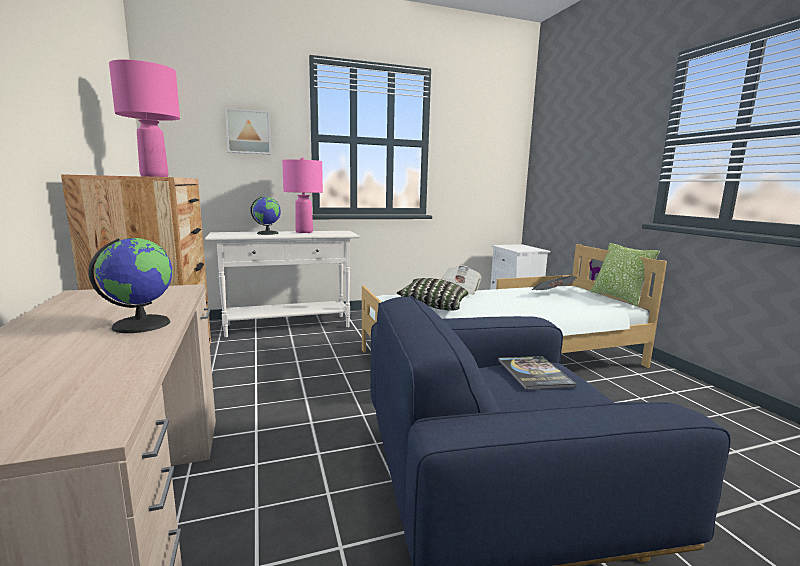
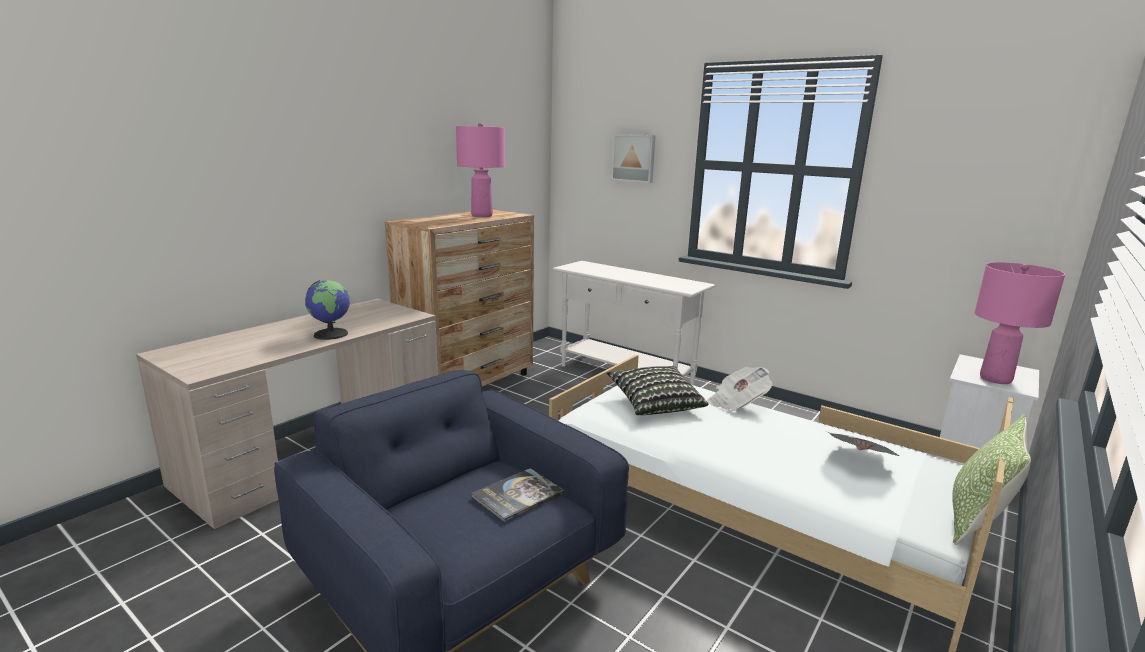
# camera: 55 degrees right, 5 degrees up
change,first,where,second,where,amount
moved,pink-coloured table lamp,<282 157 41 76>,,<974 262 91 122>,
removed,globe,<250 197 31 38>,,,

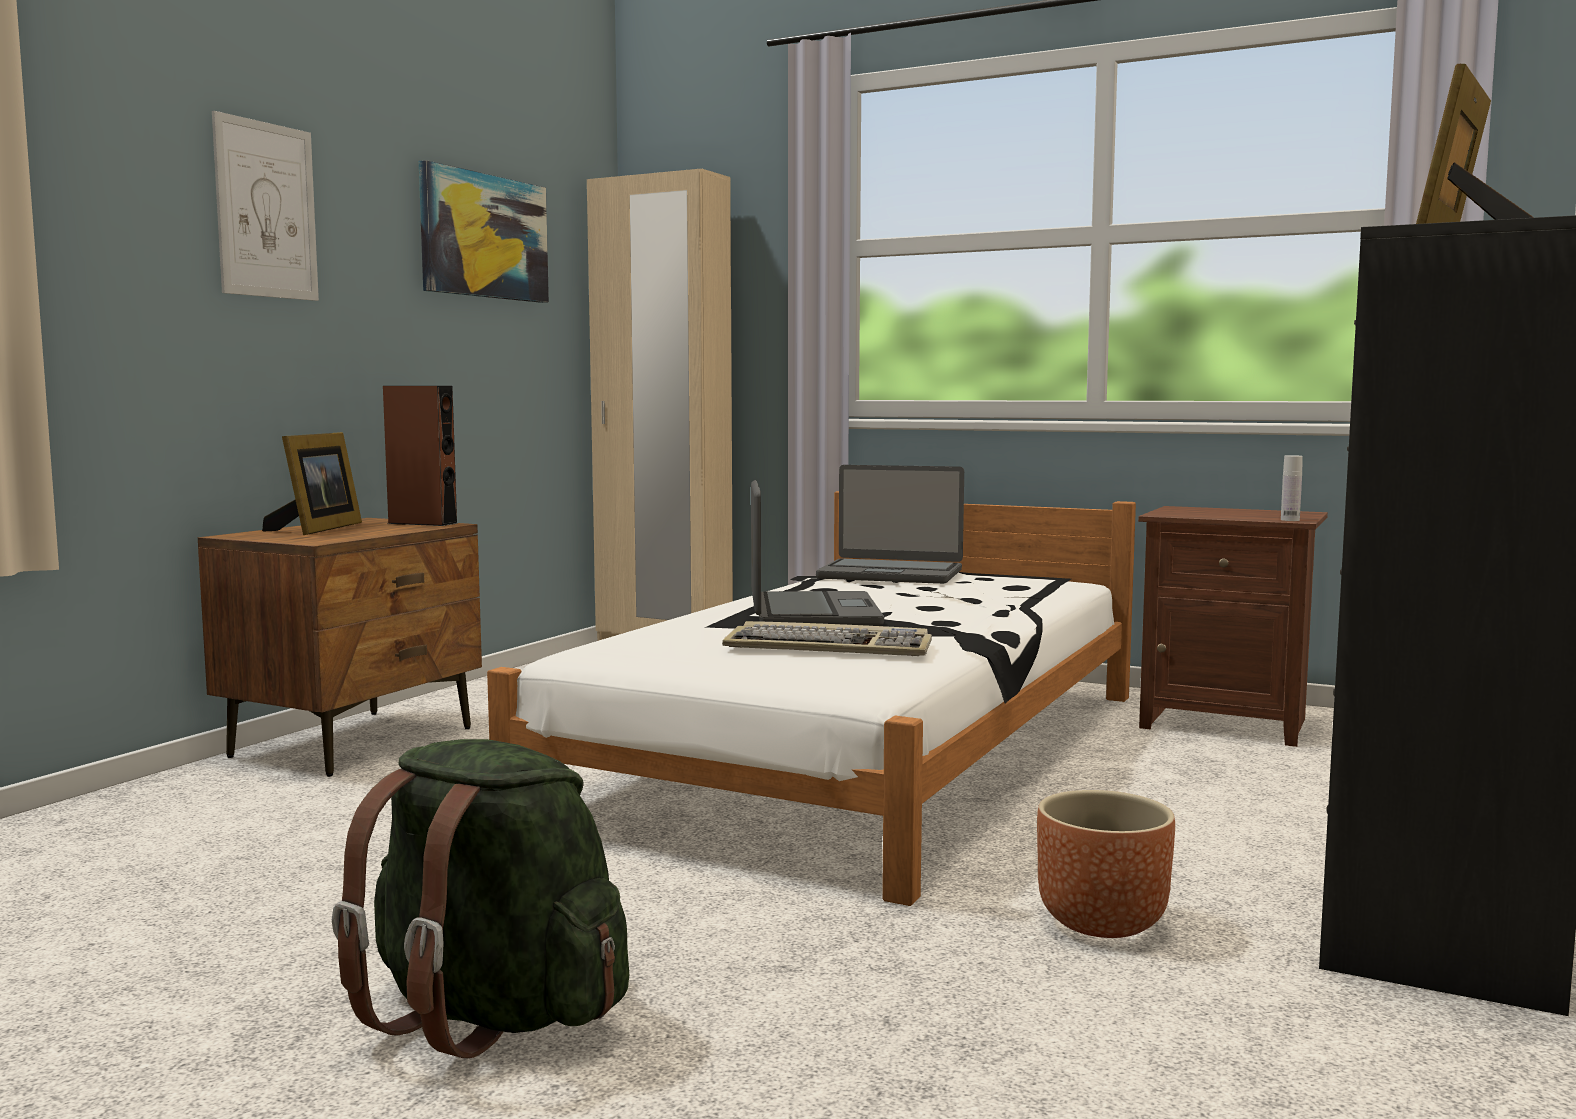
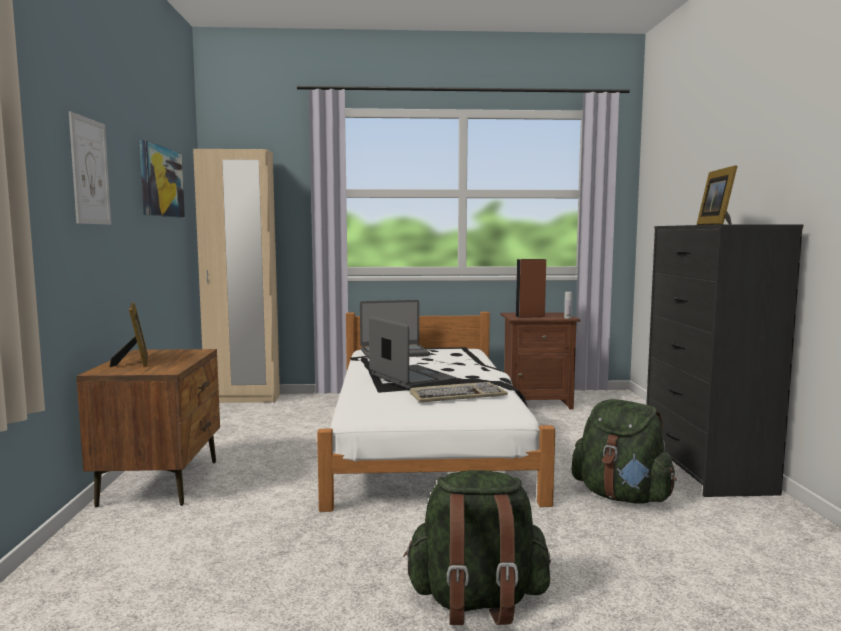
# camera: 30 degrees left, 0 degrees up
change,first,where,second,where,amount
moved,brown-coloured audio speaker,<383 386 76 140>,,<516 259 30 59>,
replaced,brown-coloured plant pot,<1037 790 138 148>,green-coloured rucksack,<572 399 104 105>,

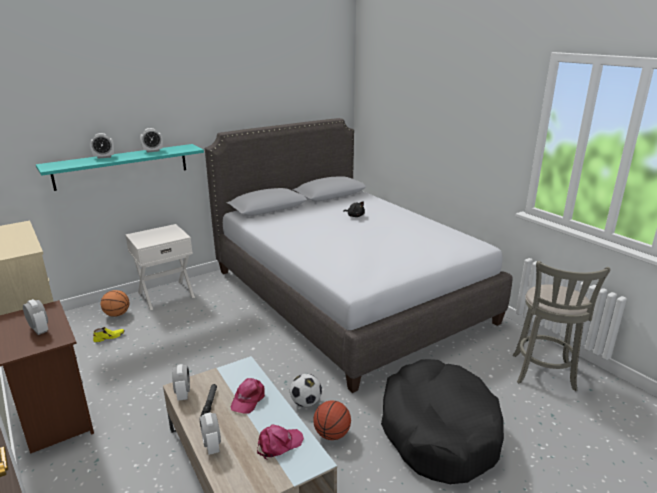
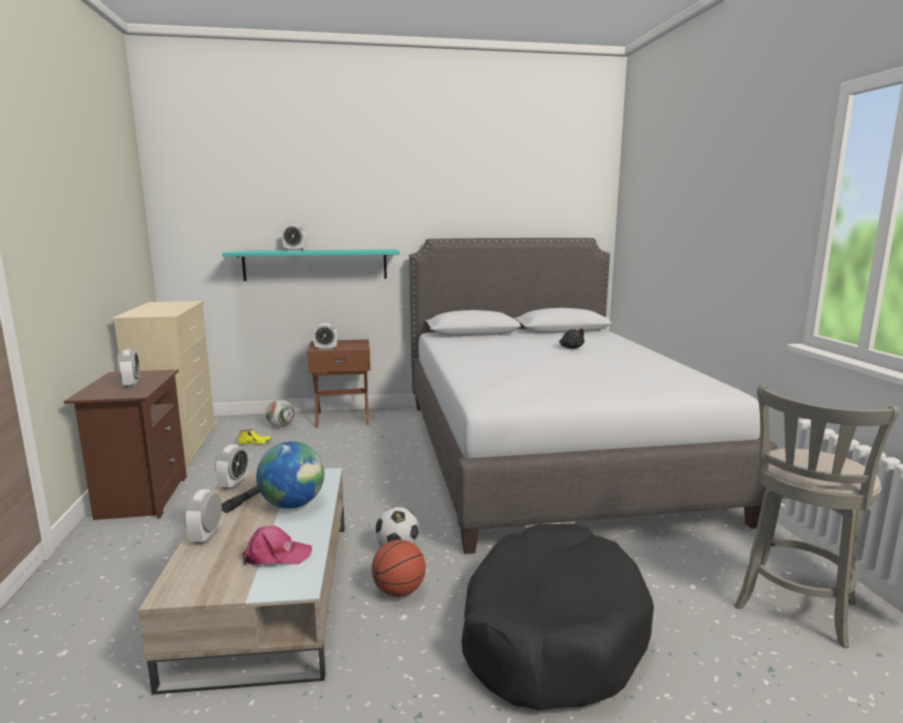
# camera: 25 degrees right, 10 degrees down
change,first,where,second,where,amount
moved,table clock,<140 128 23 25>,,<313 323 25 27>,
recoloured,white night table,<125 224 70 86>,brown-coloured night table,<307 339 64 89>,
replaced,ball for basketball,<101 290 29 27>,football ball,<266 399 28 28>,
replaced,pink-coloured cap,<231 378 34 36>,globe,<256 441 68 68>,

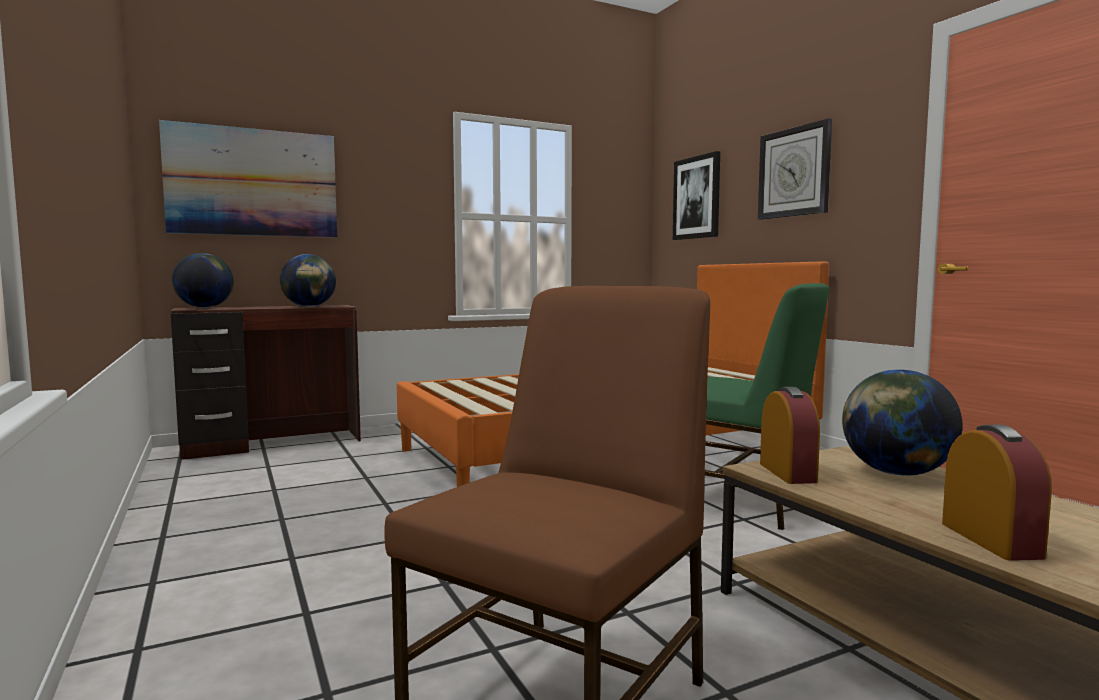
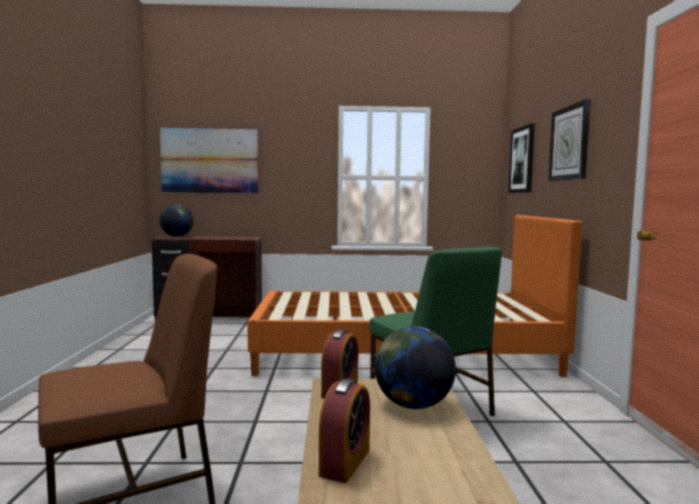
# camera: 25 degrees right, 0 degrees up
change,first,where,second,where,amount
removed,globe,<280 254 56 53>,,,

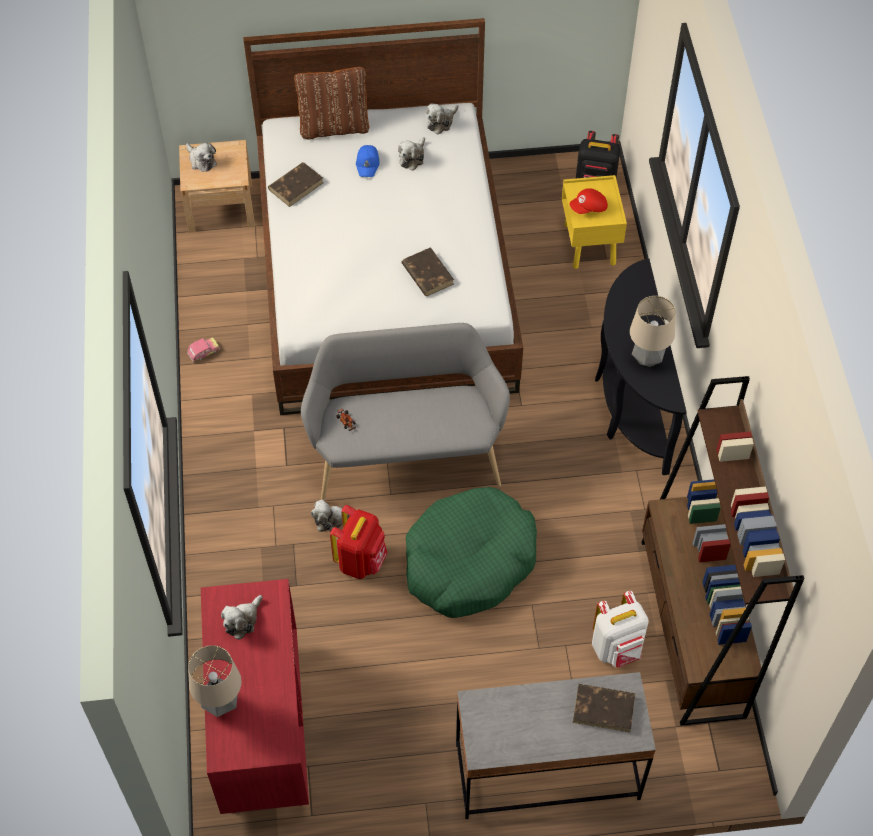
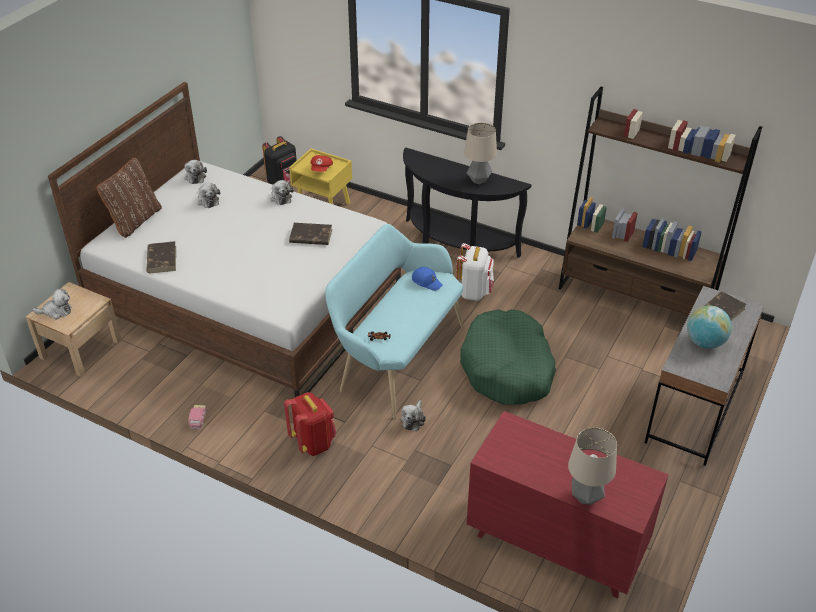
# camera: 55 degrees left, 15 degrees down
change,first,where,second,where,amount
moved,blue-coloured cap,<356 145 24 32>,,<412 267 31 24>,
recoloured,gray bench,<301 323 209 178>,turquoise bench,<325 224 139 195>,
moved,reddish rucksack,<330 505 57 74>,,<284 392 52 64>,
moved,white rucksack,<592 591 57 76>,,<456 243 38 58>,
moved,plush toy,<221 595 41 45>,,<270 180 24 25>,
added,,,globe,<687 305 45 44>,

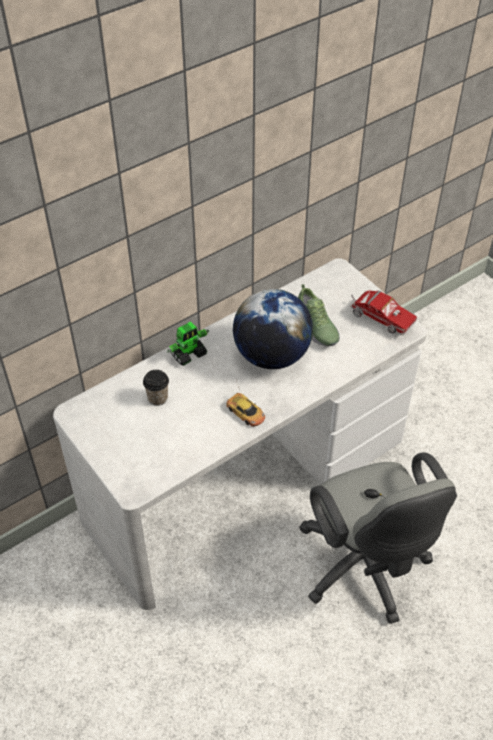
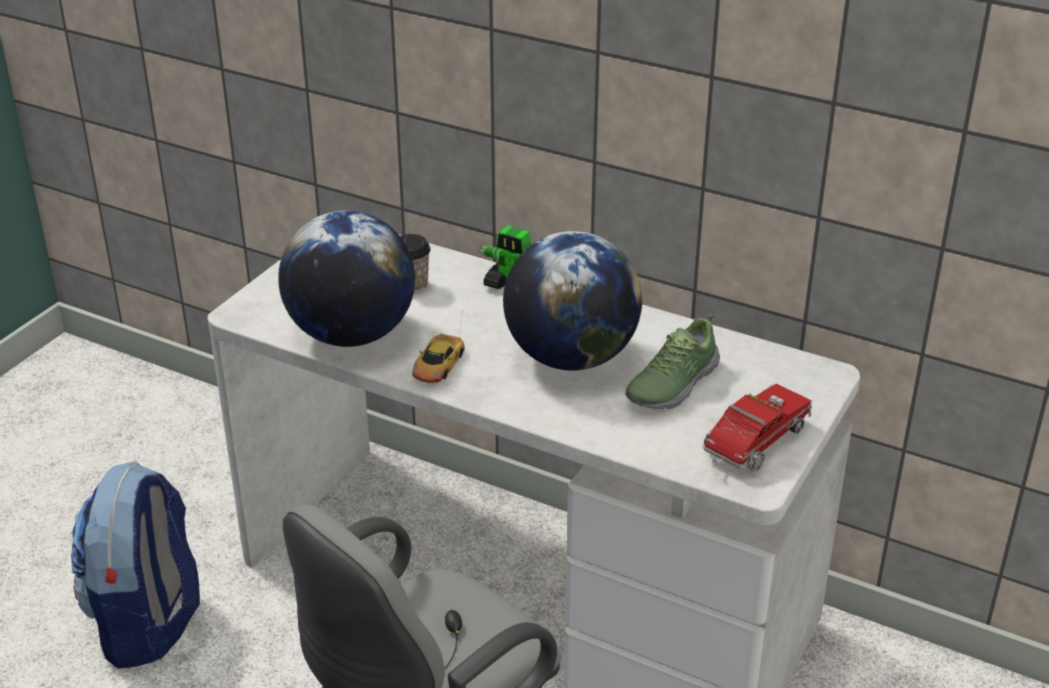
# camera: 65 degrees right, 15 degrees down
change,first,where,second,where,amount
turned,model truck,<350 290 67 45>,,<702 384 110 87>,150 degrees counterclockwise
added,,,globe,<278 210 137 137>,
added,,,rucksack,<71 461 129 208>,

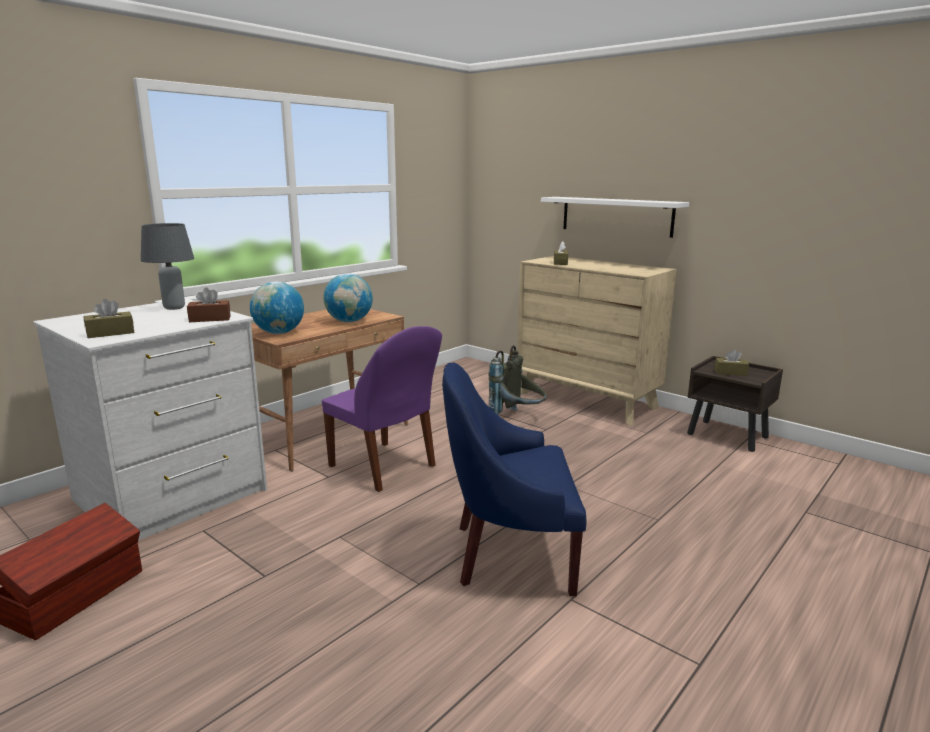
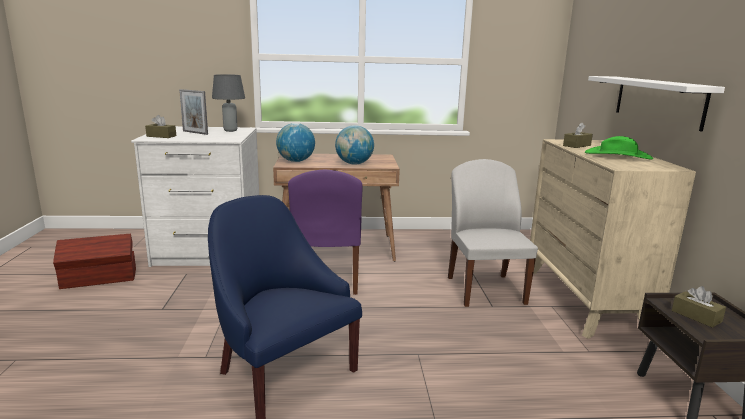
# camera: 45 degrees right, 0 degrees up
change,first,where,second,where,amount
removed,brown-coloured tissue box,<187 287 44 35>,,,
replaced,gray rucksack,<489 345 57 71>,white upright chair,<448 159 90 148>,
added,,,photo frame,<179 89 29 46>,
added,,,green-coloured clothing hat,<585 136 68 23>,

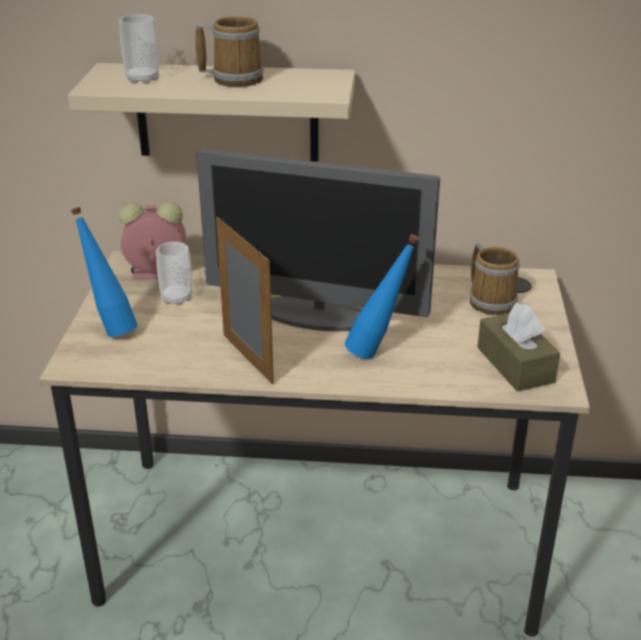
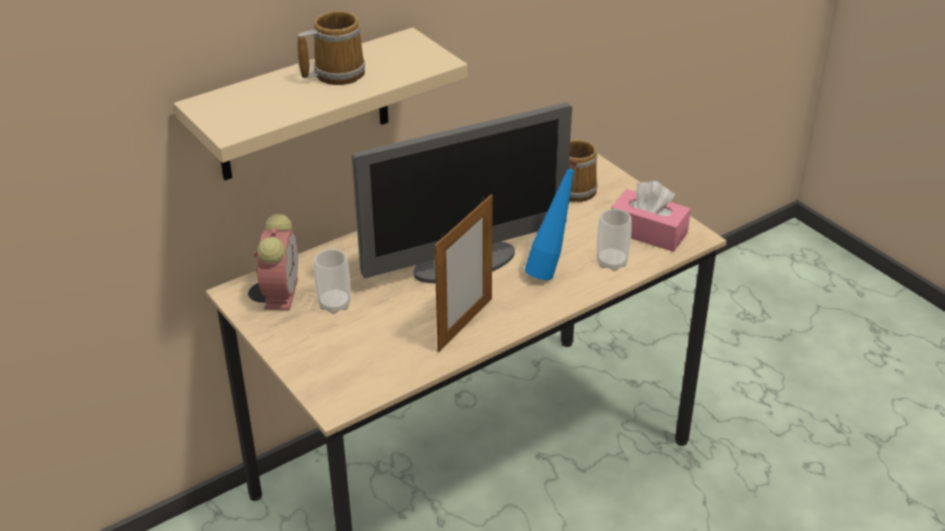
# camera: 40 degrees left, 5 degrees up
change,first,where,second,where,amount
moved,drinking cup,<119 14 40 70>,,<597 209 35 62>,
turned,table clock,<119 202 67 78>,,<253 214 45 96>,135 degrees clockwise
removed,blue-coloured beverage bottle,<71 207 67 130>,,,
turned,photo frame,<216 217 58 167>,,<435 194 58 158>,105 degrees clockwise
recoloured,brown-coloured tissue box,<477 303 83 89>,pink-coloured tissue box,<611 181 80 71>,

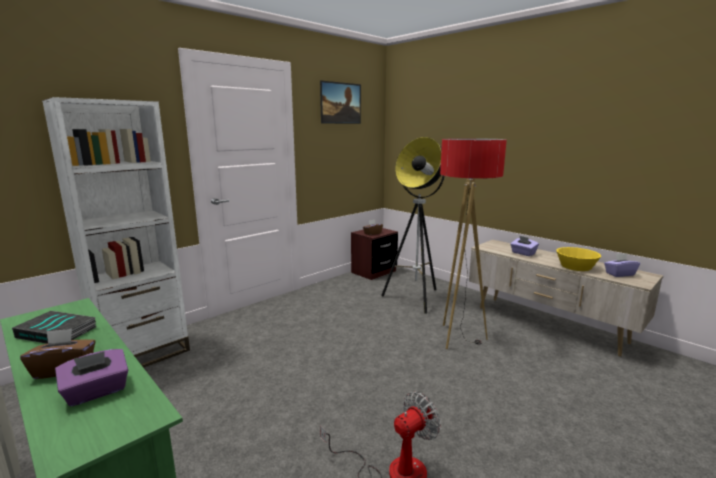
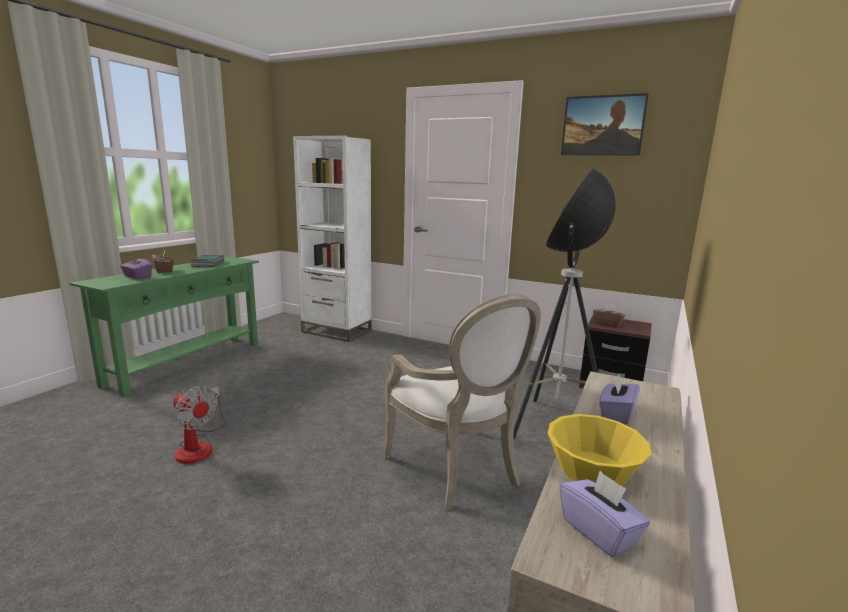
# camera: 70 degrees right, 0 degrees up
change,first,where,second,where,amount
replaced,standard lamp,<440 138 67 211>,lounge chair,<383 294 158 216>,

